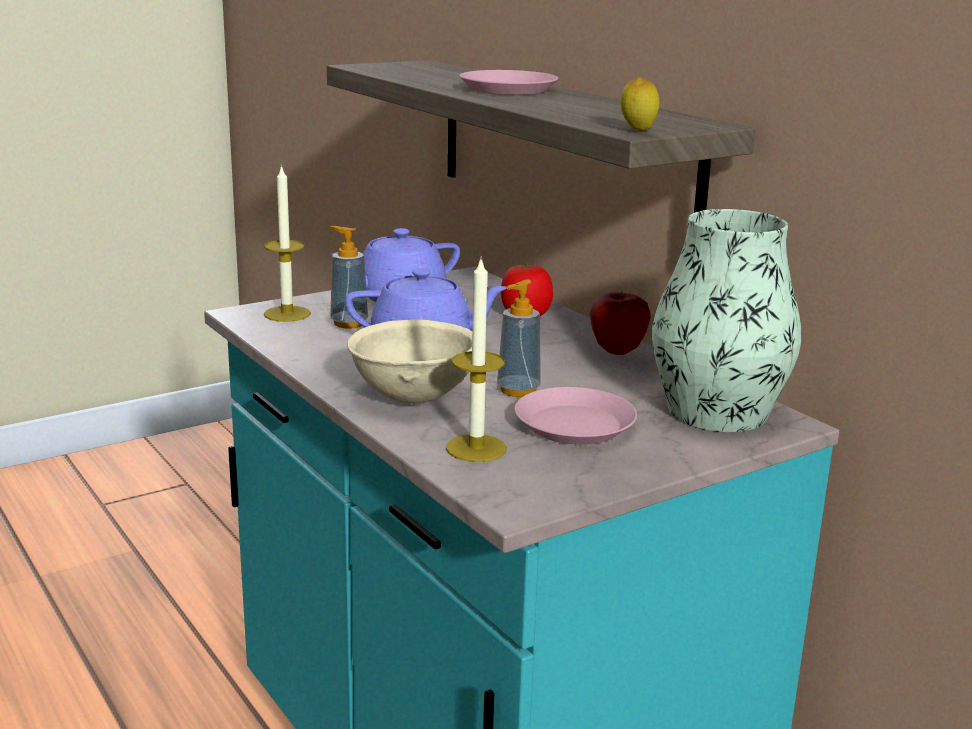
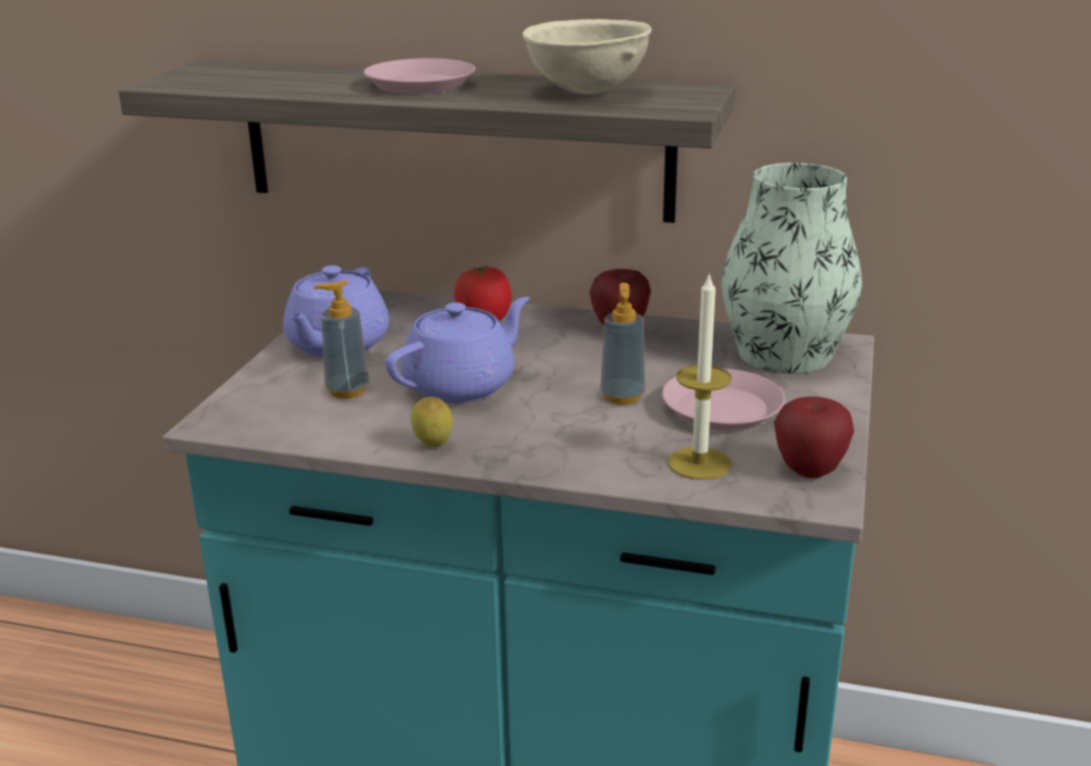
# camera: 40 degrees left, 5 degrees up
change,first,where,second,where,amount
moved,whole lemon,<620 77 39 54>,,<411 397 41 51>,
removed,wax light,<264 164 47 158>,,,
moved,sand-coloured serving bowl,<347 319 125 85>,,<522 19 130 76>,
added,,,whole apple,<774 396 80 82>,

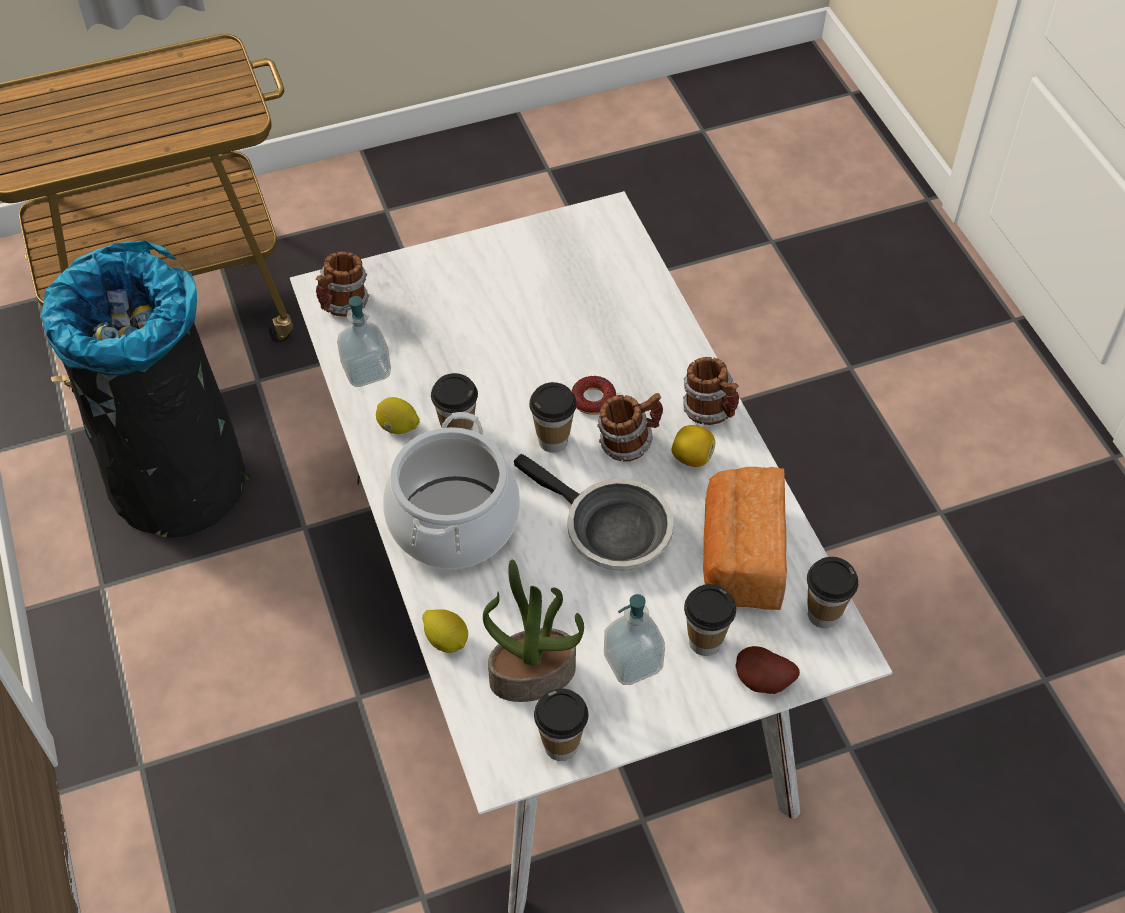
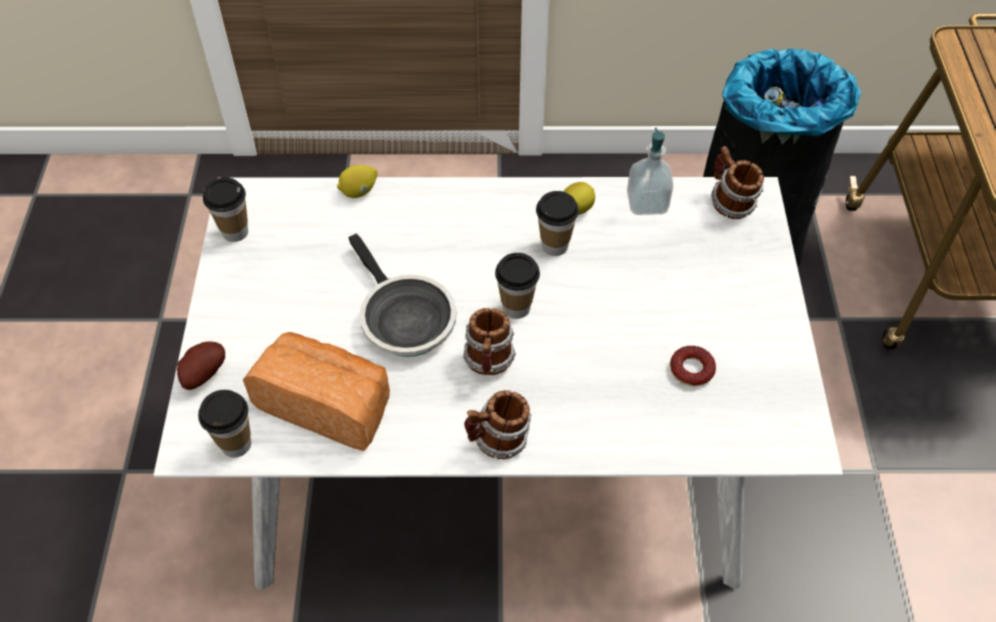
# camera: 110 degrees right, 0 degrees up
change,first,where,second,where,amount
moved,donut,<571 376 45 39>,,<670 346 46 40>,
removed,saucepot,<383 412 137 157>,,,
removed,whole lemon,<671 425 44 42>,,,
turned,skillet,<514 454 160 116>,,<349 234 108 123>,90 degrees counterclockwise
removed,plant in a pot,<483 560 101 142>,,,
removed,drinking cup,<684 584 52 72>,,,
removed,soap dispenser,<604 594 61 91>,,,

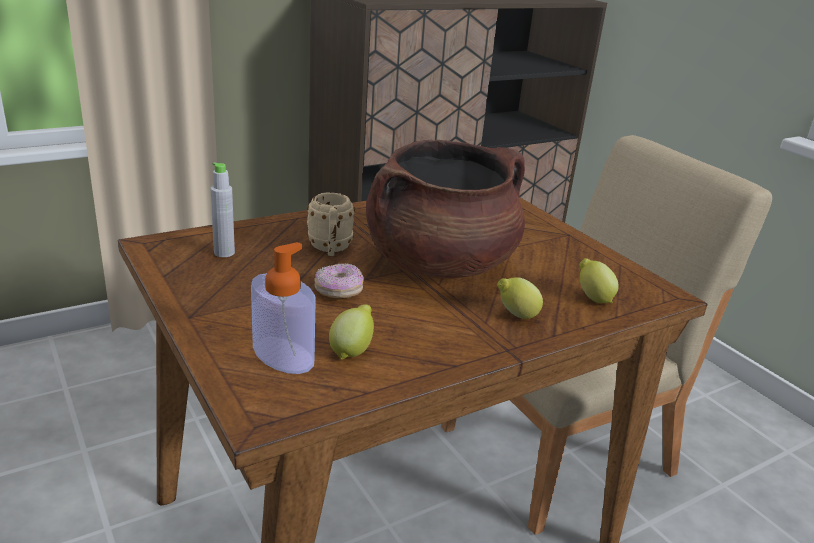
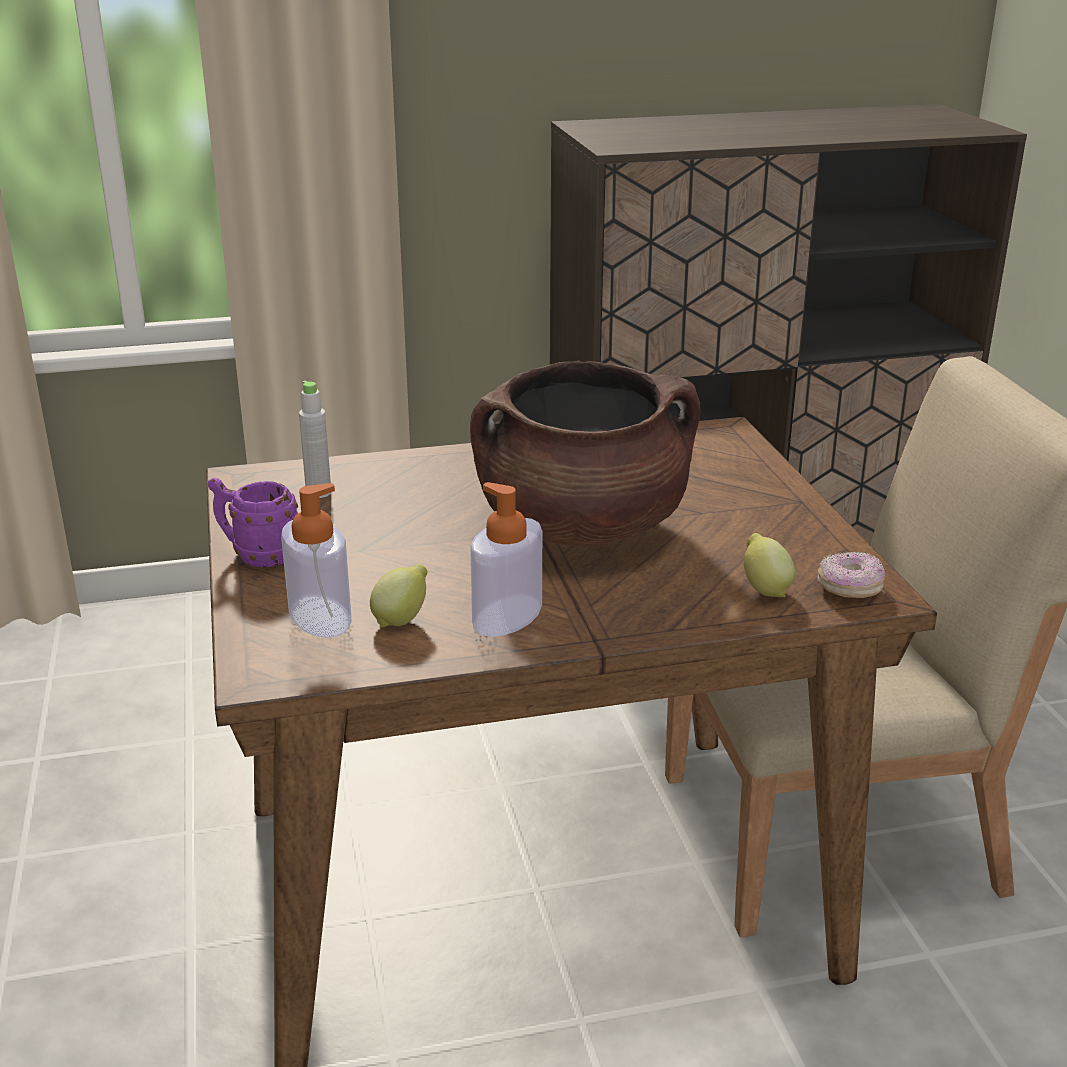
# camera: 20 degrees right, 0 degrees up
change,first,where,second,where,amount
removed,sand-coloured tea mug,<307 192 48 64>,,,
moved,donut,<314 263 50 35>,,<817 552 68 46>,
removed,whole lemon,<497 277 46 42>,,,
added,,,purple-coloured tea mug,<208 478 90 89>,
added,,,soap dispenser,<470 482 72 155>,

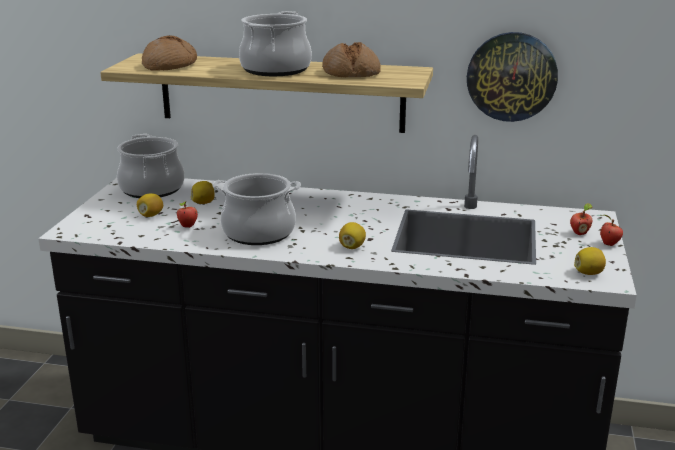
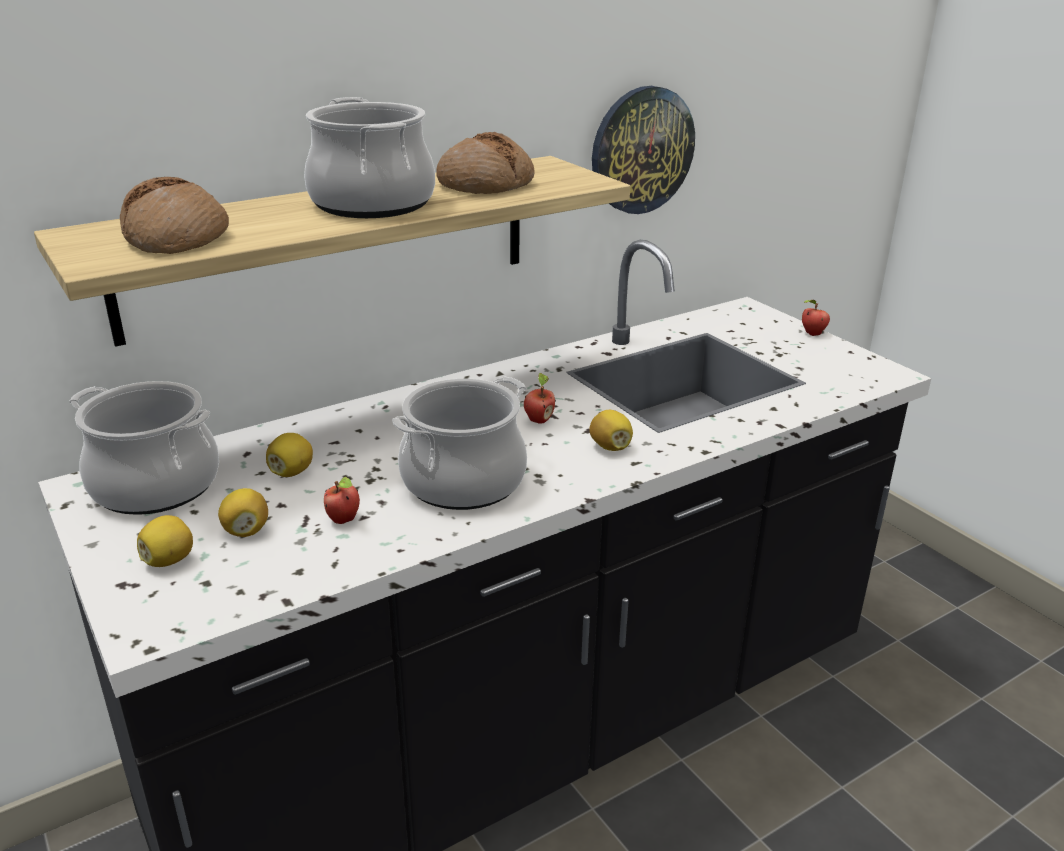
# camera: 45 degrees left, 5 degrees up
change,first,where,second,where,amount
moved,whole apple,<570 203 22 32>,,<524 373 32 51>,
moved,whole lemon,<574 247 32 28>,,<137 515 56 52>,

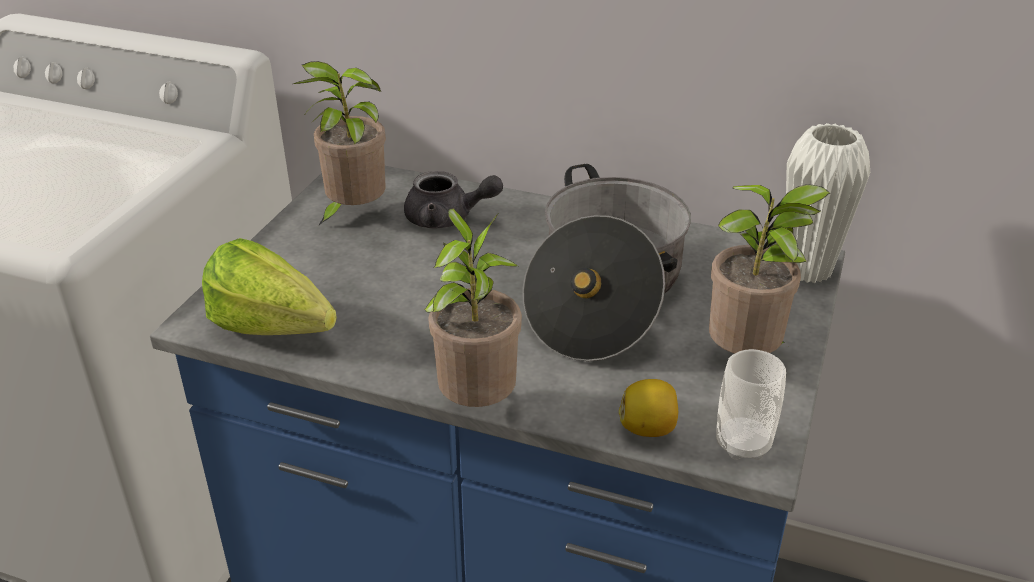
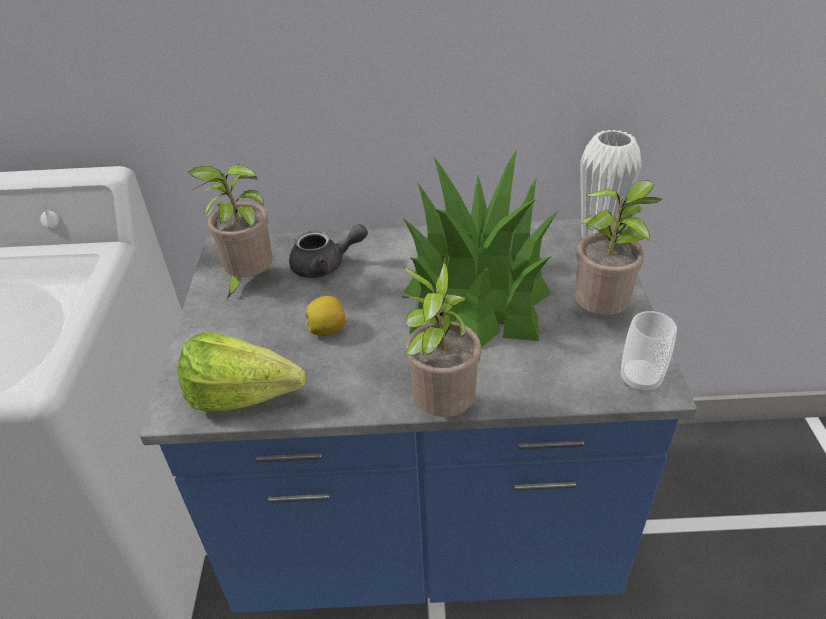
# camera: 20 degrees left, 5 degrees up
change,first,where,second,where,amount
replaced,saucepot,<522 164 169 197>,plant in a pot,<403 150 155 198>,
moved,whole lemon,<619 379 59 58>,,<305 296 40 40>,

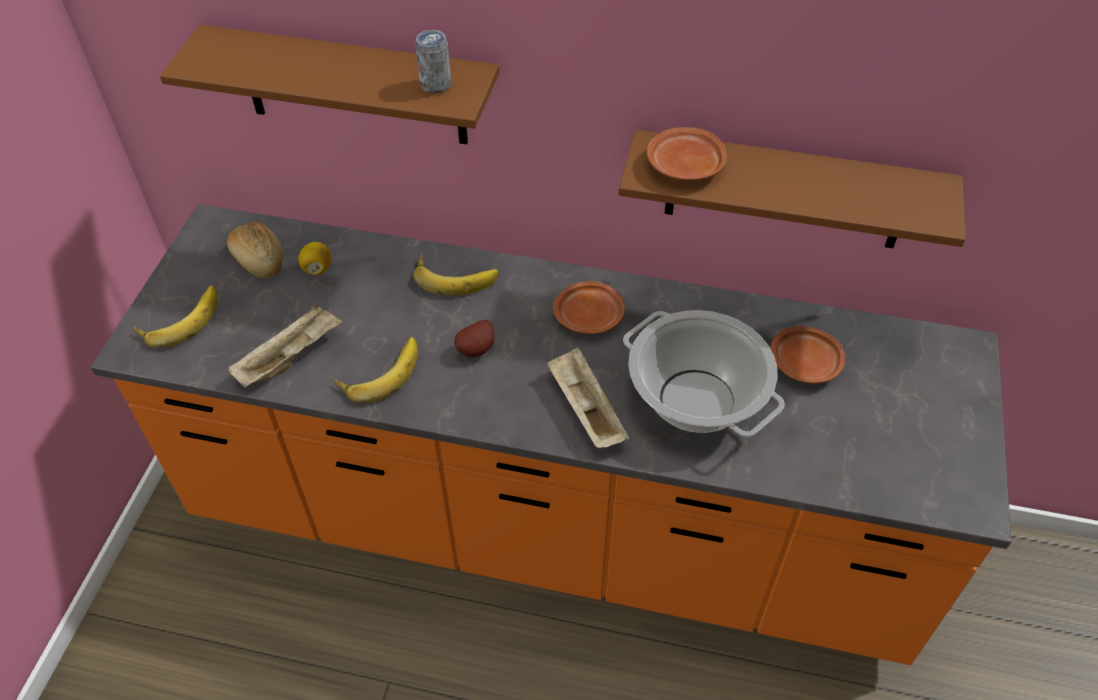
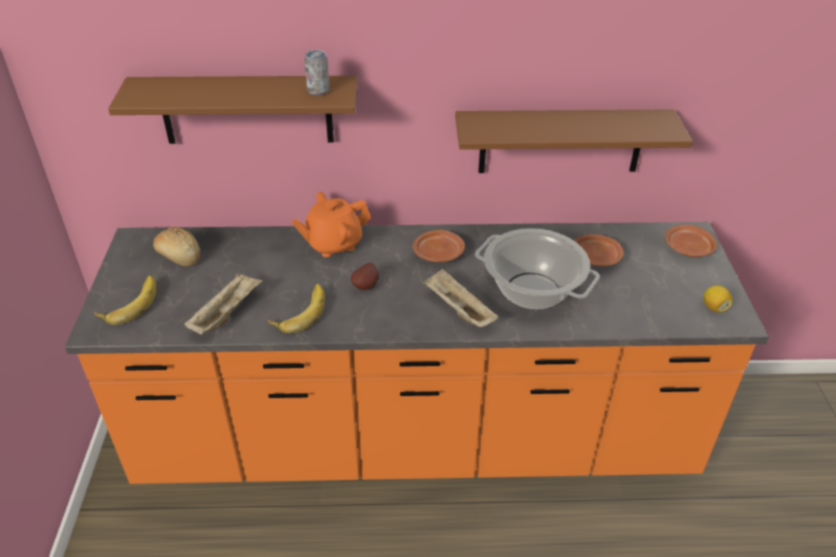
# camera: 15 degrees left, 10 degrees down
change,first,where,second,where,amount
moved,brown-coloured dinner plate,<647 127 80 54>,,<665 225 52 32>,
moved,whole lemon,<298 242 33 33>,,<703 285 30 27>,
replaced,banana fruit,<413 254 86 41>,orangey tea pot,<291 192 80 65>,

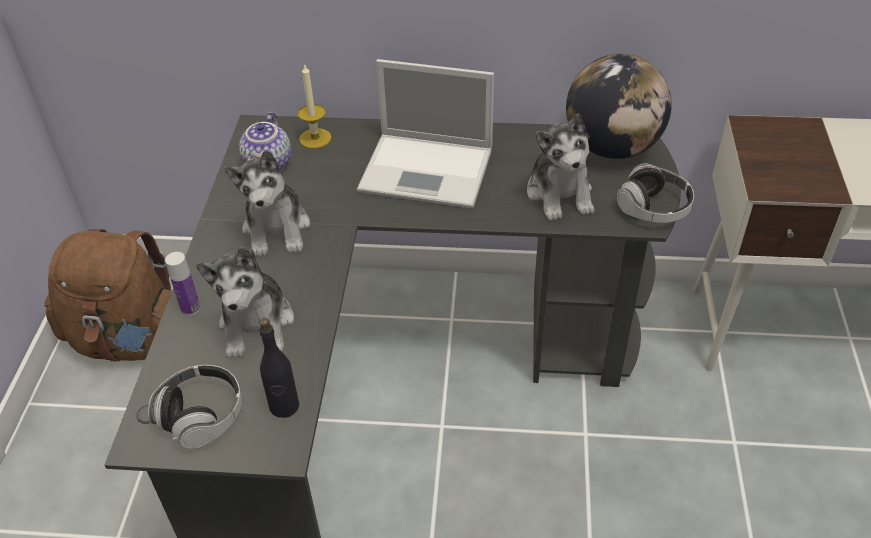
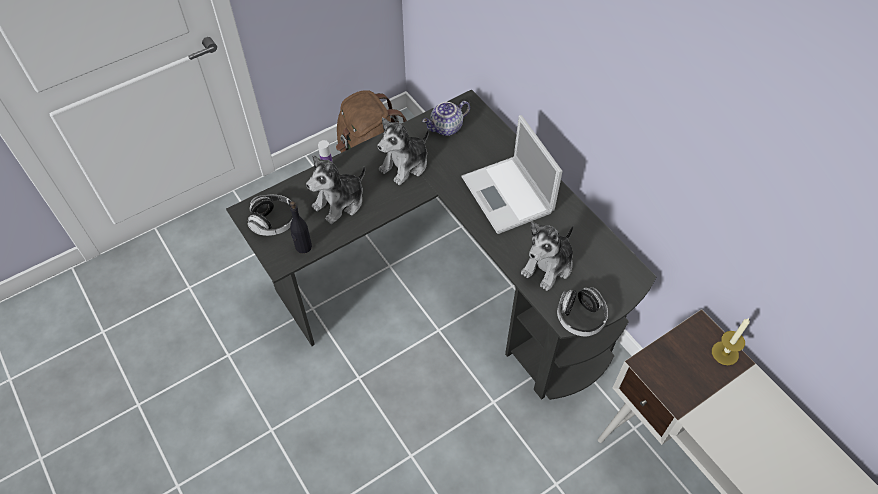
# camera: 50 degrees right, 10 degrees up
change,first,where,second,where,amount
removed,globe,<566 54 106 105>,,,
moved,wax light,<298 65 34 84>,,<712 318 38 47>,

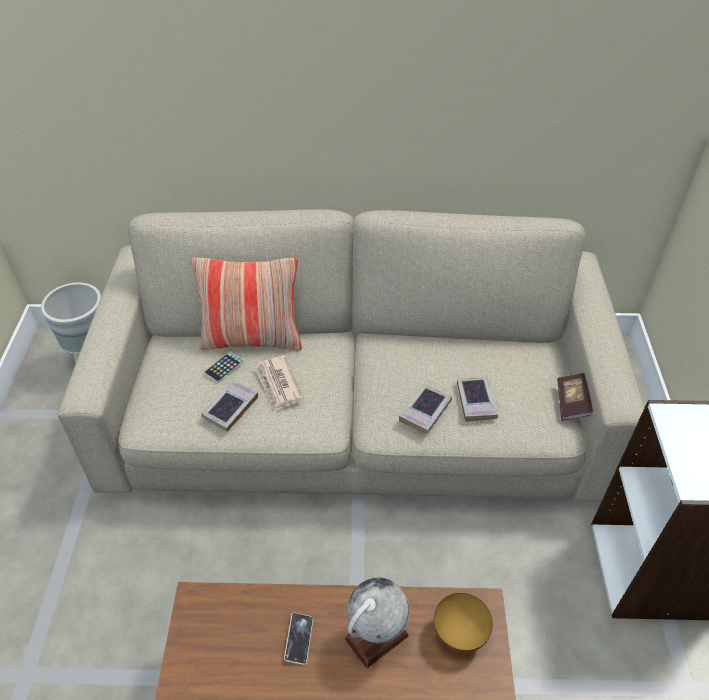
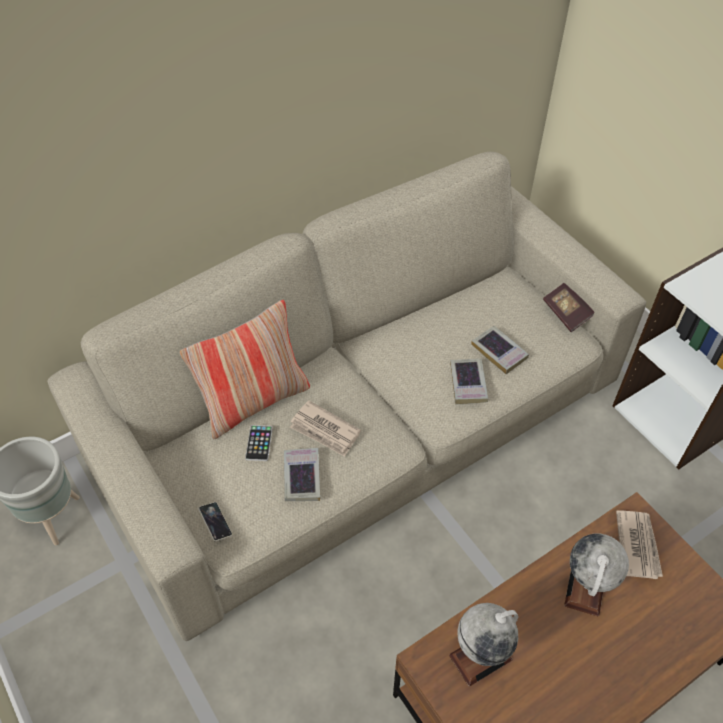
# camera: 35 degrees left, 5 degrees up
change,first,where,second,where,amount
replaced,serving bowl,<434 593 59 60>,newspaper,<616 510 47 69>,
moved,phone,<284 613 29 52>,,<198 502 34 39>,
added,,,globe,<449 603 69 84>,

